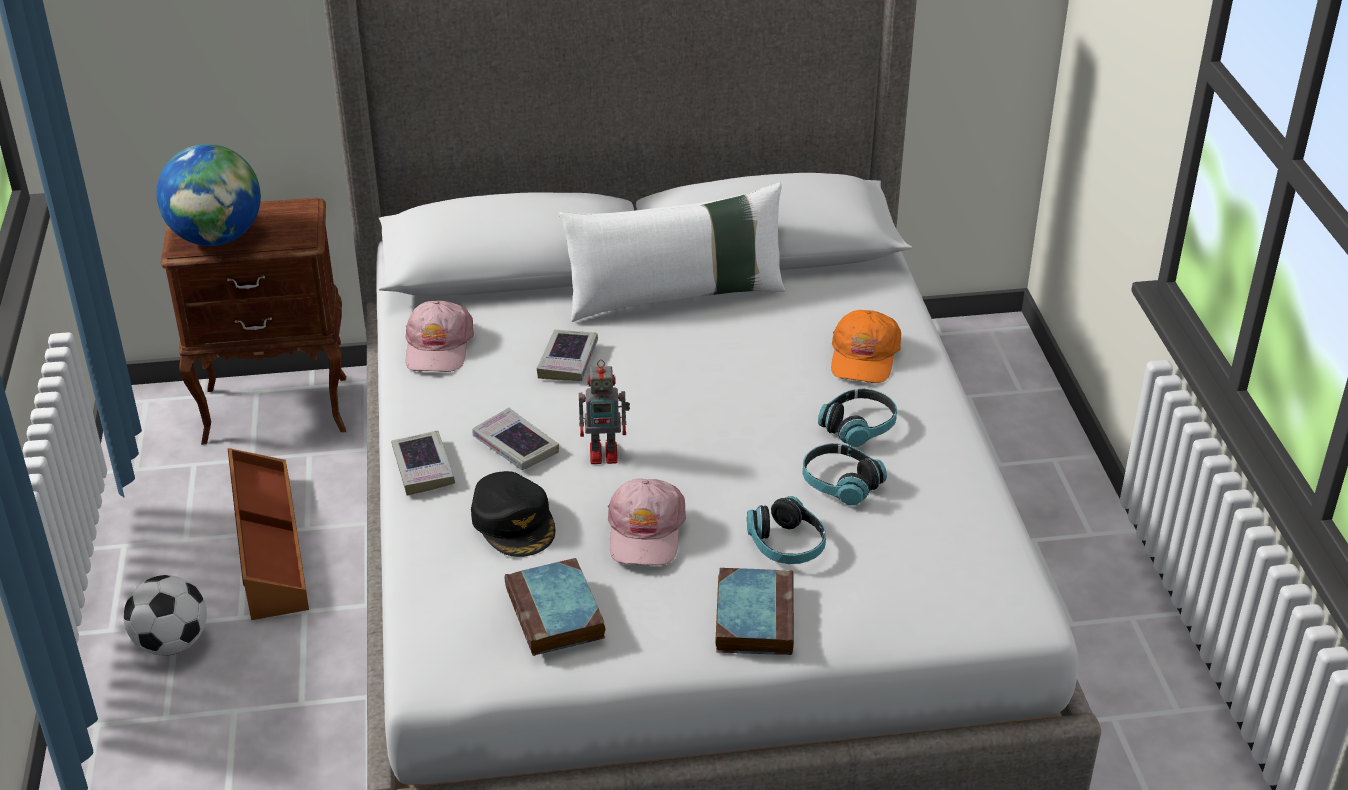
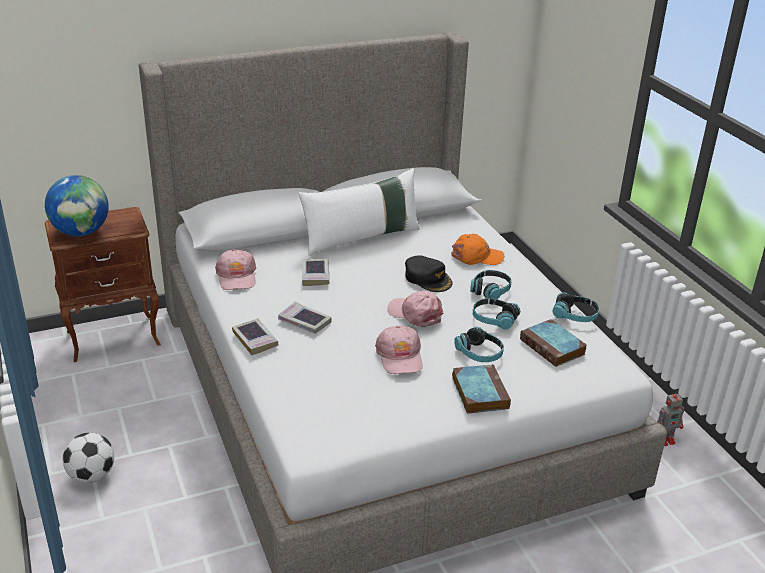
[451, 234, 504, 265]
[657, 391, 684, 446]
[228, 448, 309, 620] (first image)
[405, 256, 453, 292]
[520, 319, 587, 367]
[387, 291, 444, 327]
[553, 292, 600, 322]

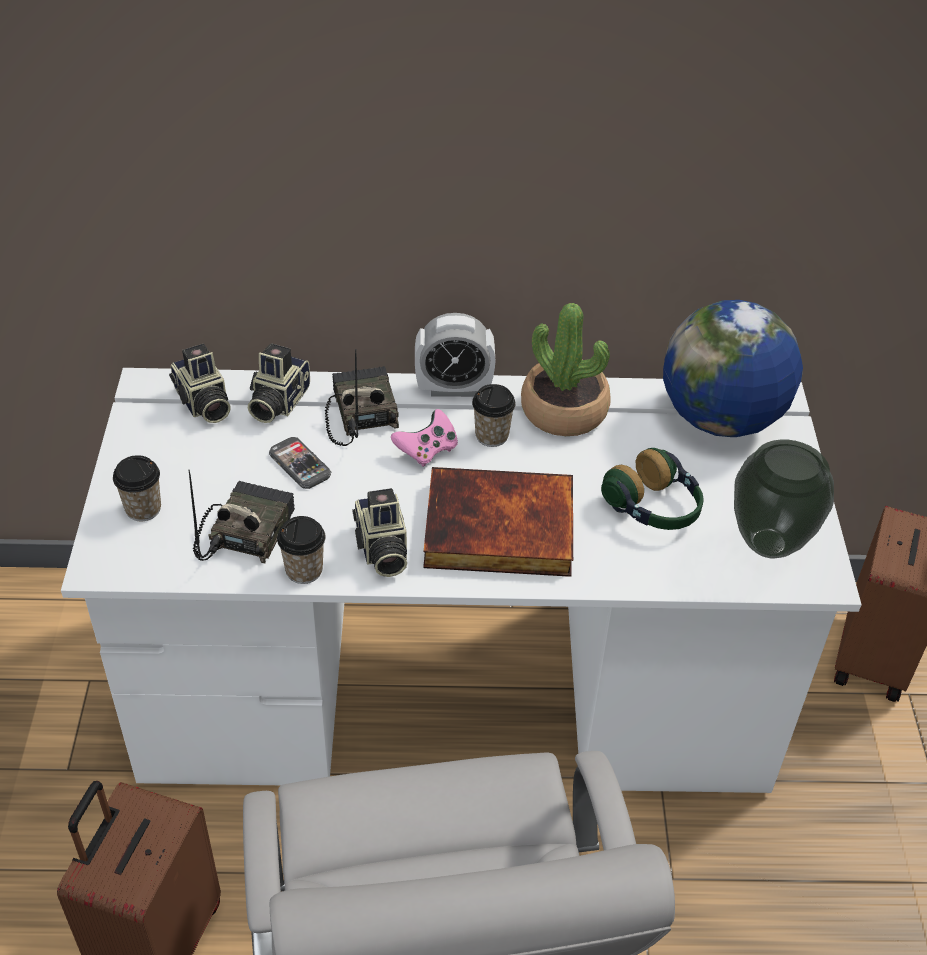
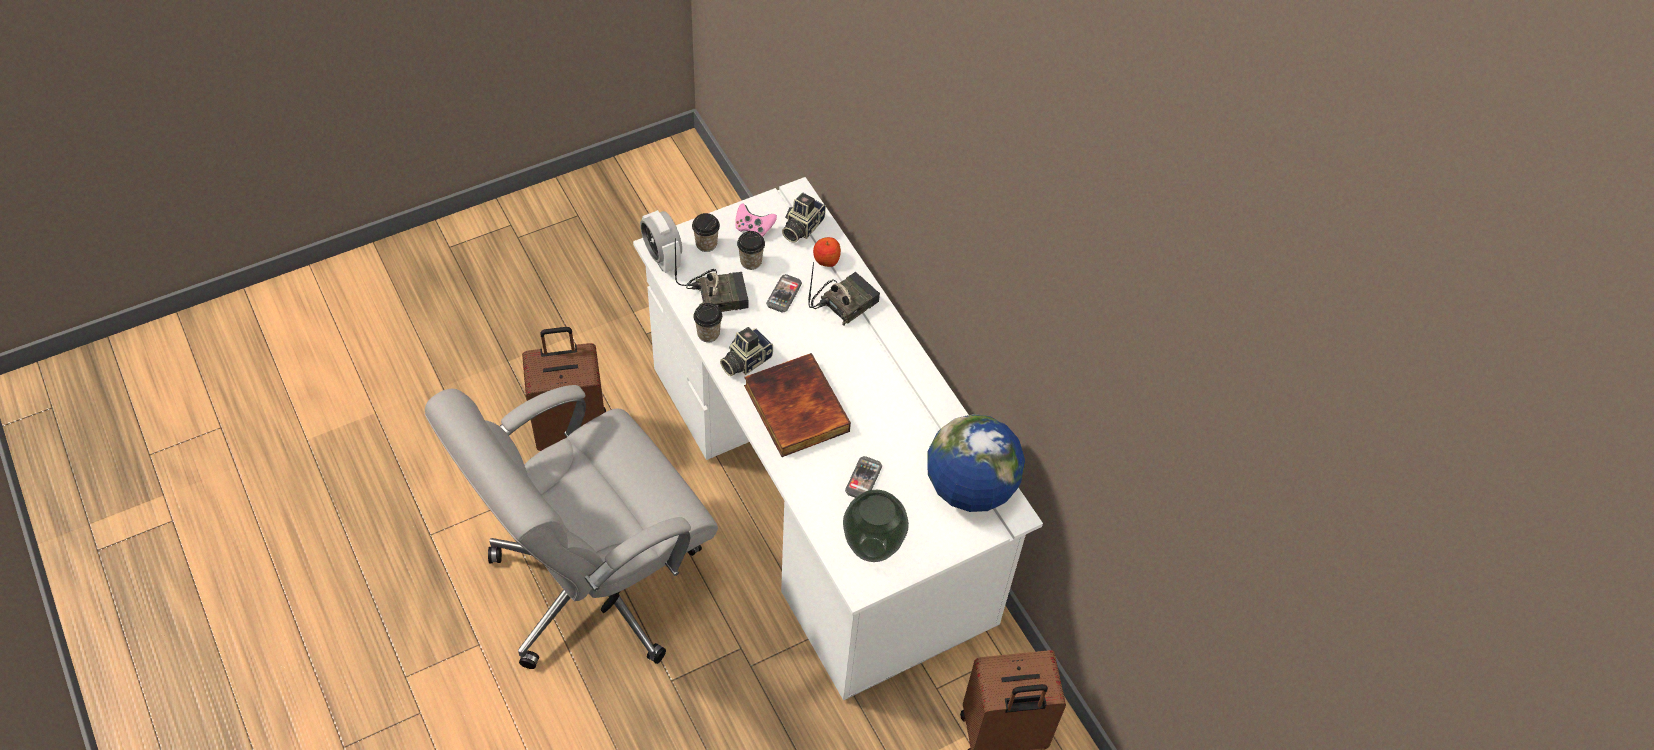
[521, 303, 611, 436] (first image)
[640, 210, 682, 273]
[813, 237, 841, 267]
[737, 231, 765, 270]
[735, 204, 777, 237]
[845, 456, 882, 498]

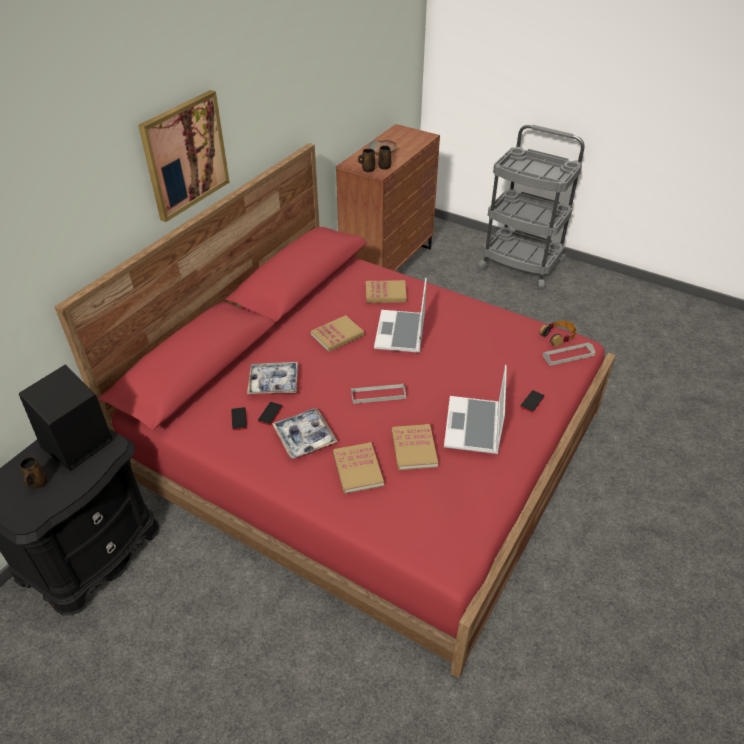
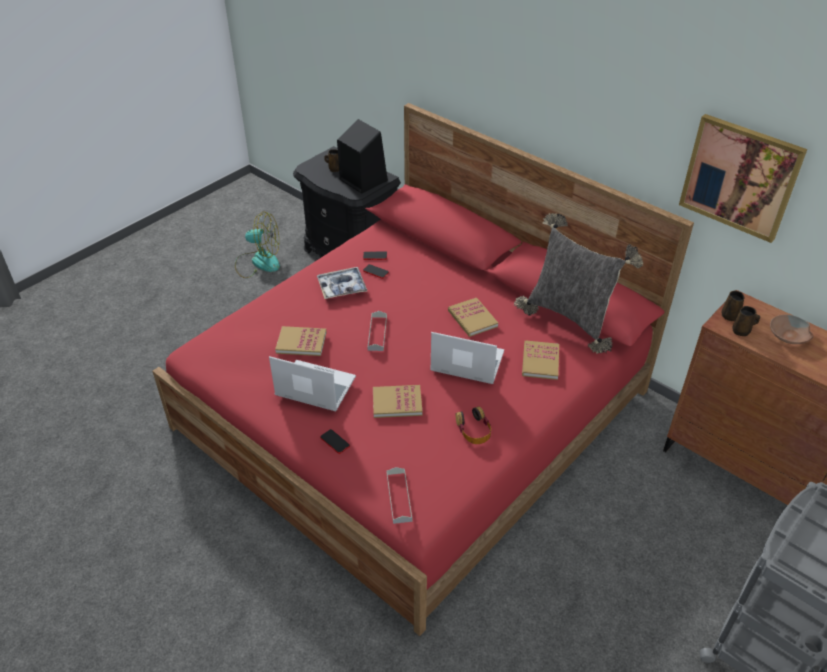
[679, 114, 807, 243]
[456, 406, 491, 444]
[247, 362, 298, 394] (first image)
[373, 385, 423, 418]
[235, 212, 280, 278]
[513, 213, 643, 354]

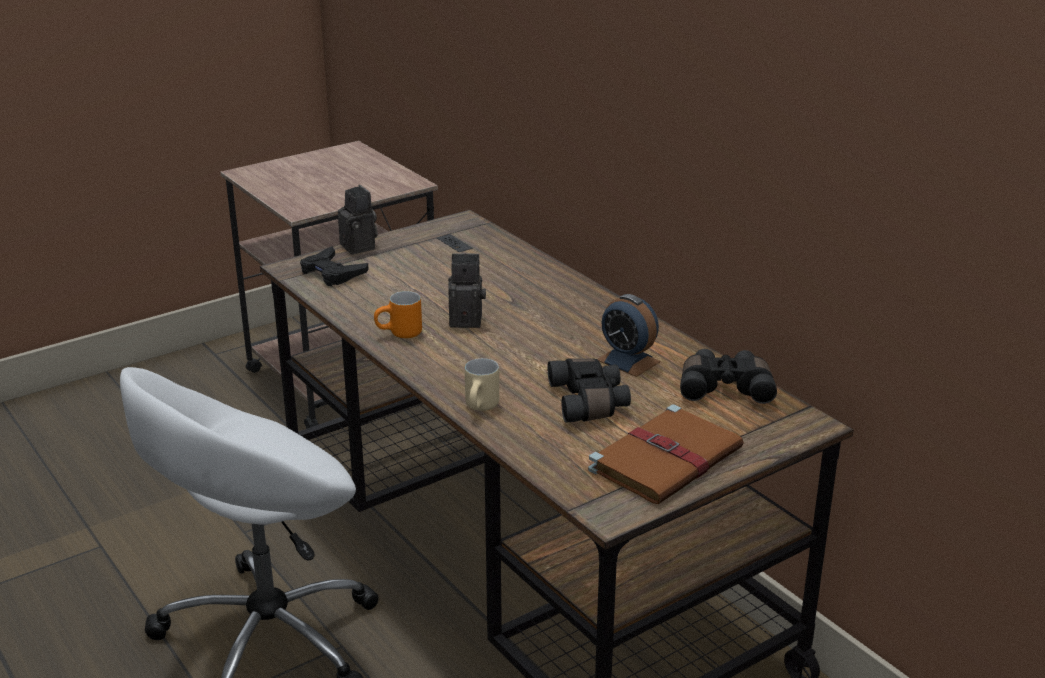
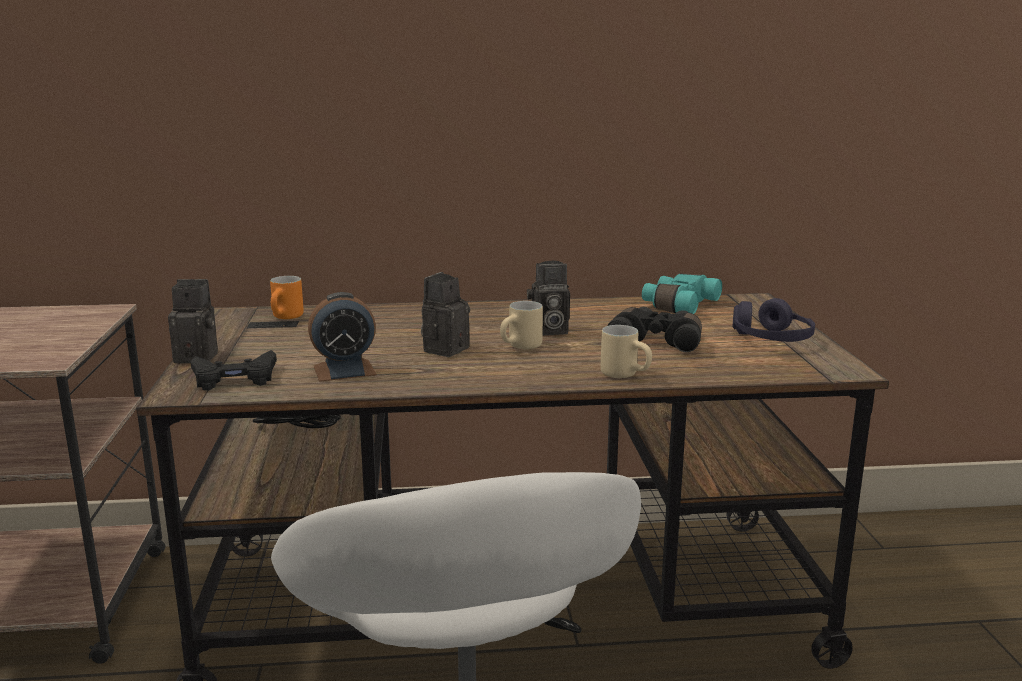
[270, 276, 304, 319]
[308, 292, 376, 382]
[642, 273, 722, 314]
[733, 298, 815, 342]
[527, 260, 570, 335]
[500, 301, 543, 349]

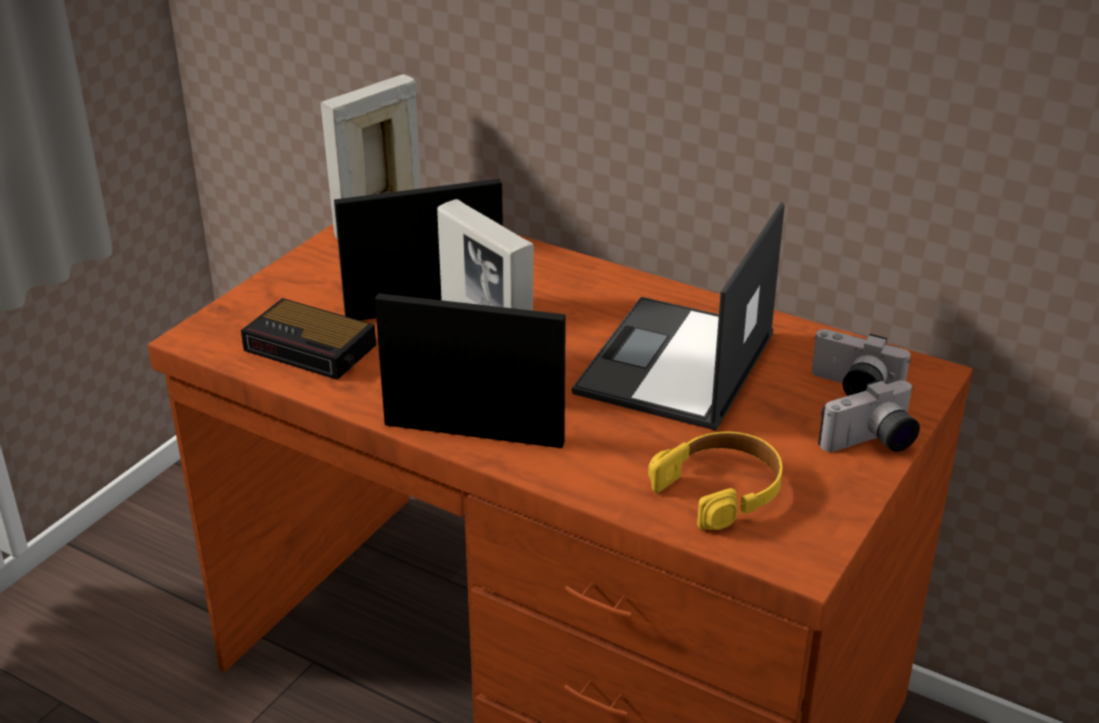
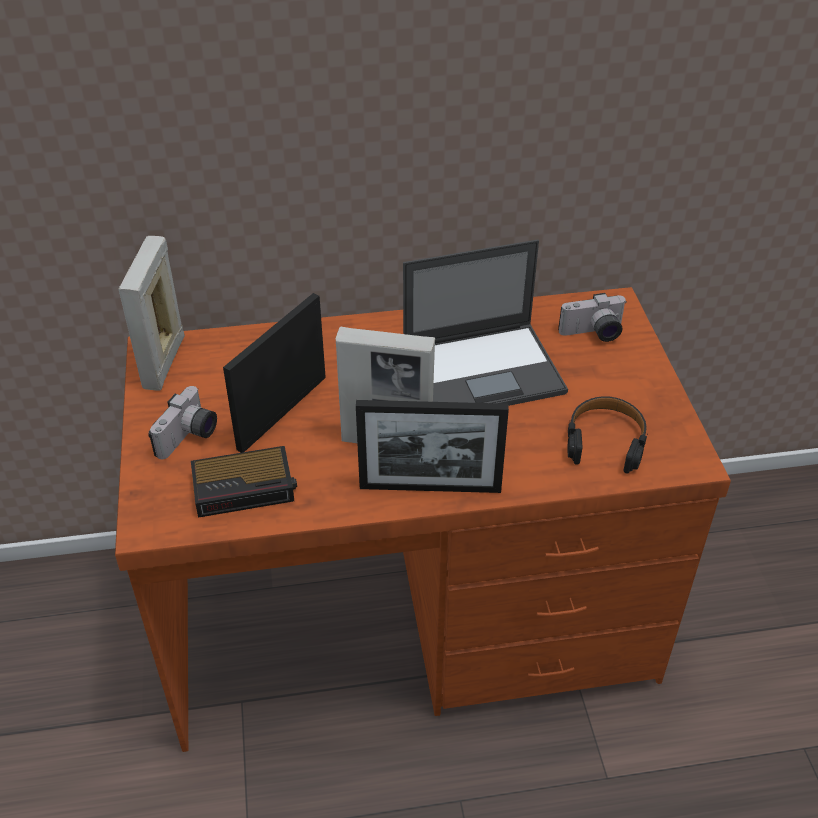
[403, 240, 568, 406]
[356, 400, 509, 493]
[148, 386, 217, 459]
[567, 396, 648, 474]

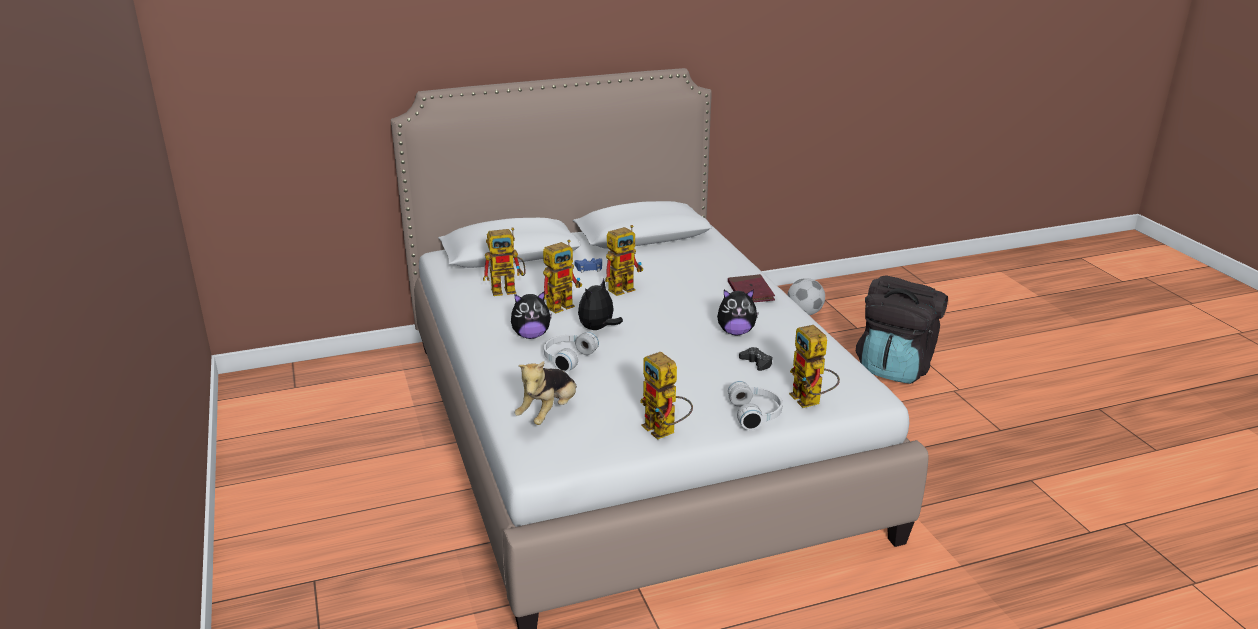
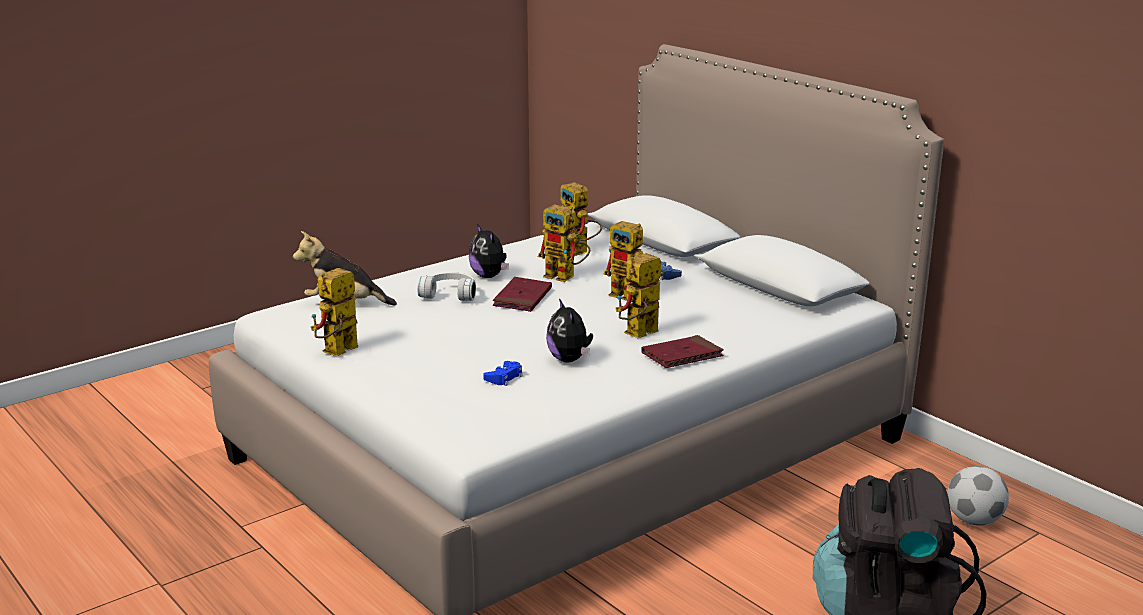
[493, 277, 552, 312]
[616, 253, 661, 338]
[483, 361, 522, 386]
[728, 381, 783, 430] (first image)

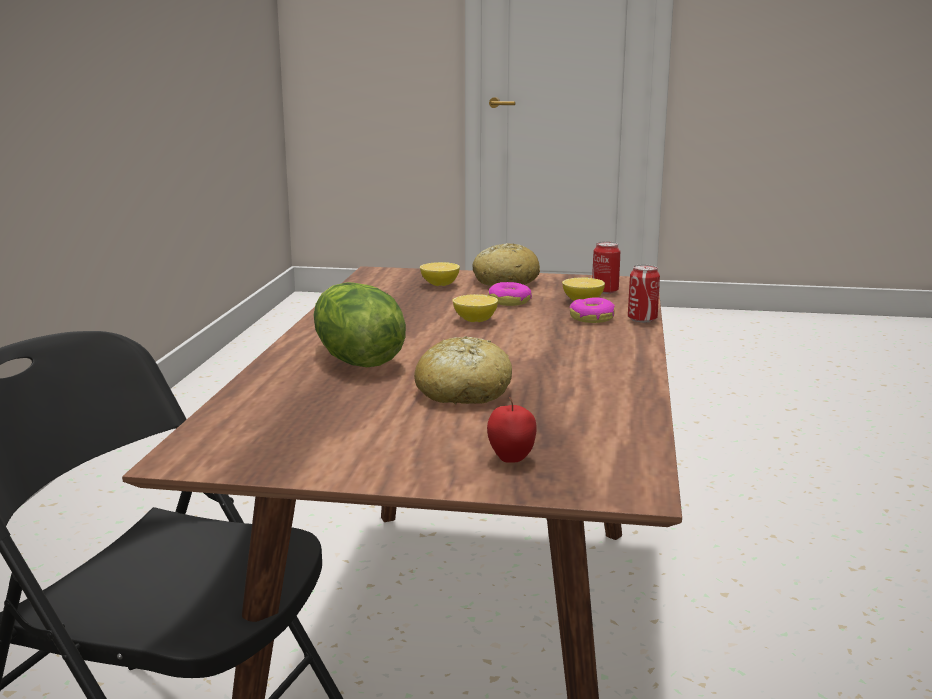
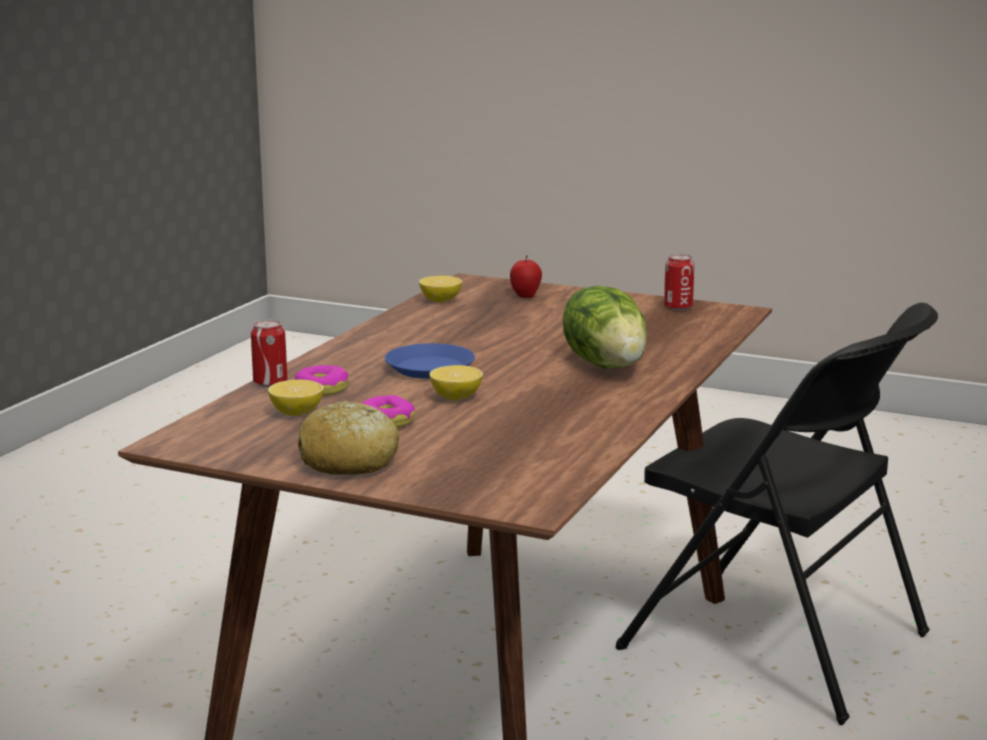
[664, 254, 694, 310]
[419, 276, 462, 303]
[414, 336, 512, 404] (first image)
[385, 343, 475, 379]

